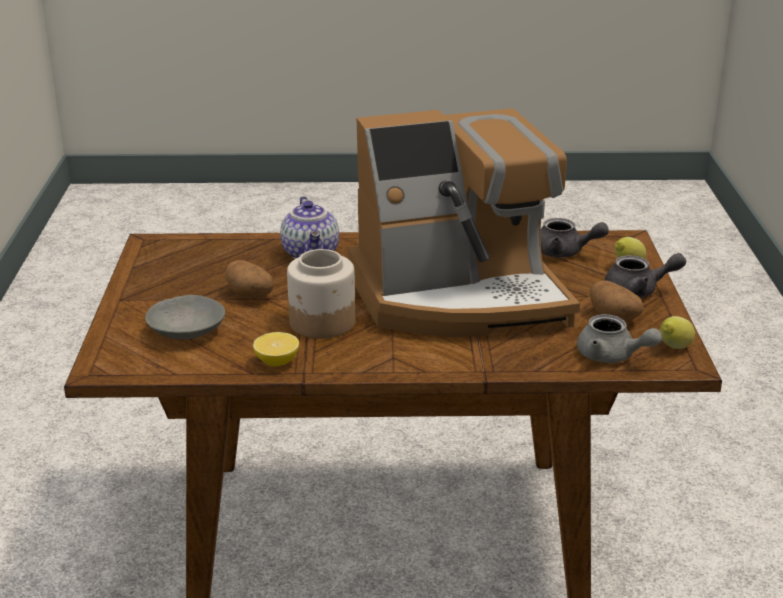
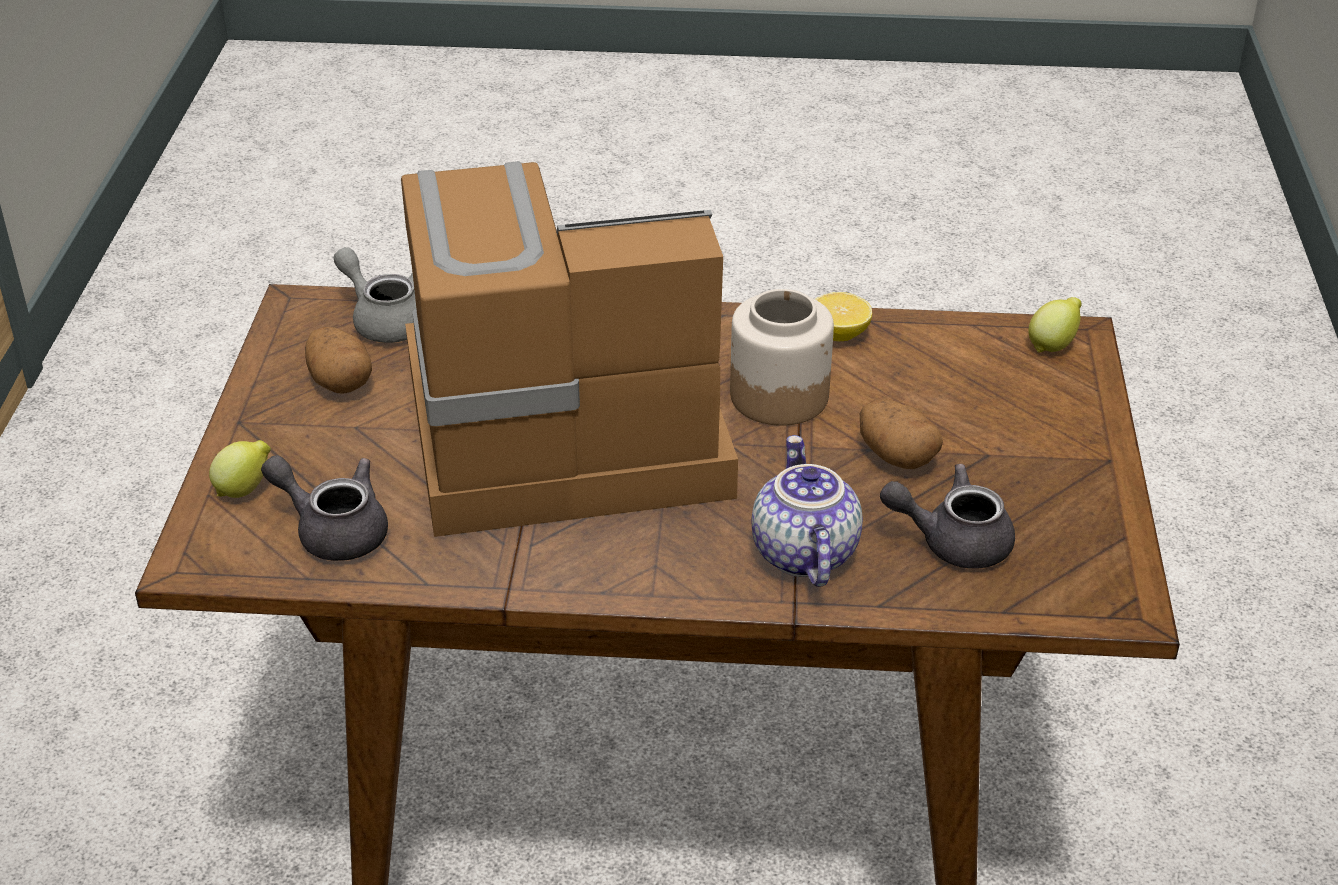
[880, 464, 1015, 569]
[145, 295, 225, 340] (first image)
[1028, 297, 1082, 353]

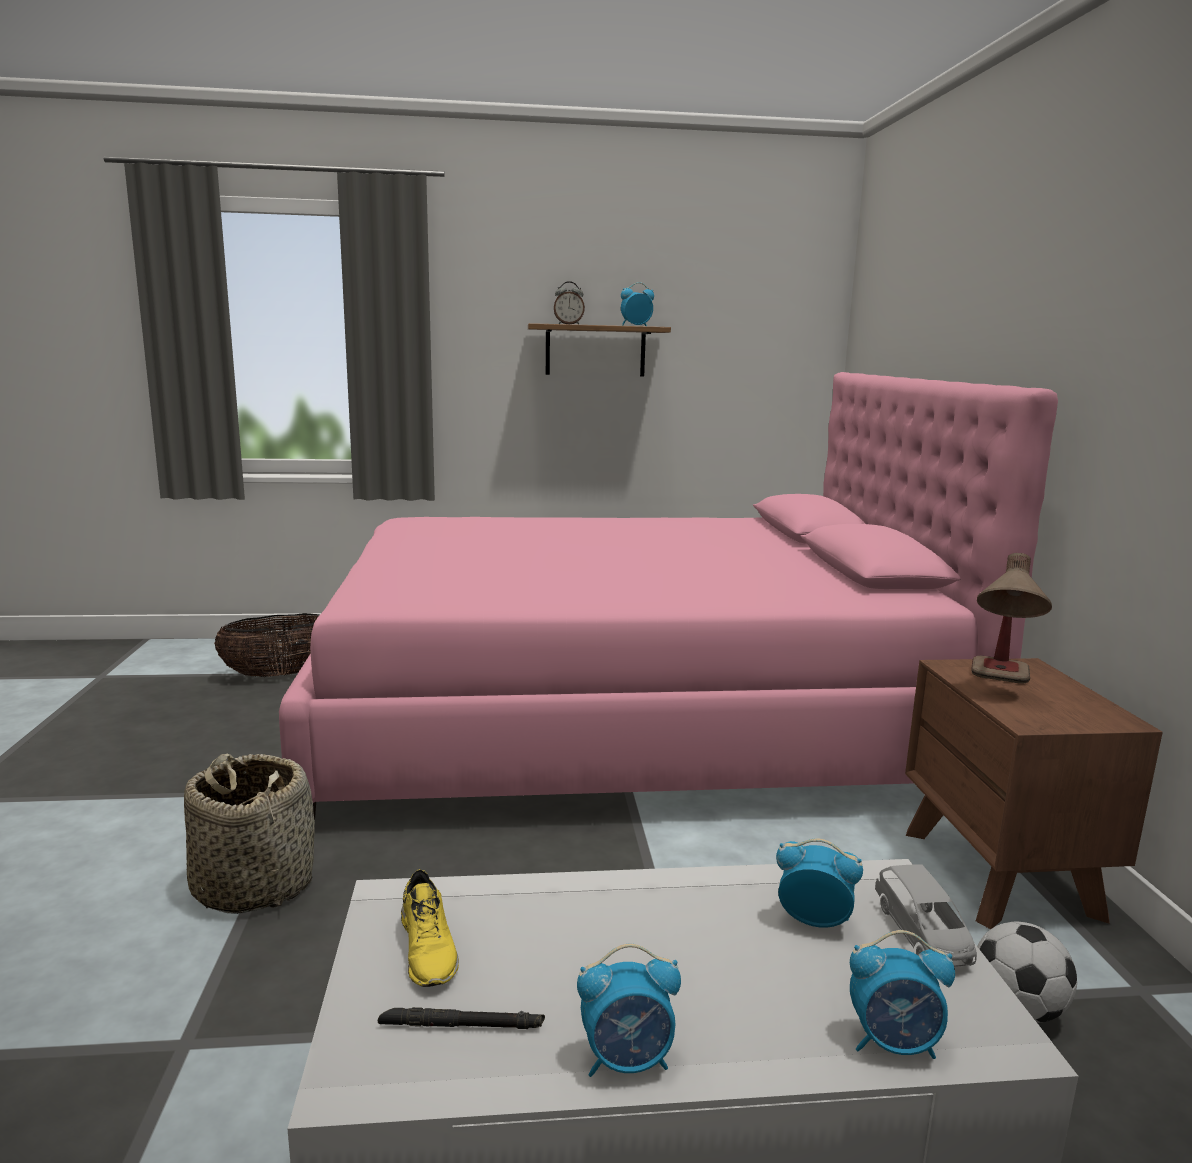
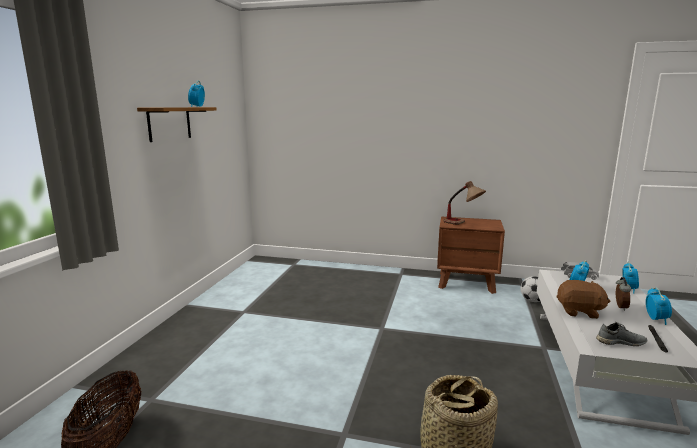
[616, 277, 631, 311]
[279, 372, 1058, 820] (first image)
[596, 322, 647, 346]
[556, 280, 610, 319]

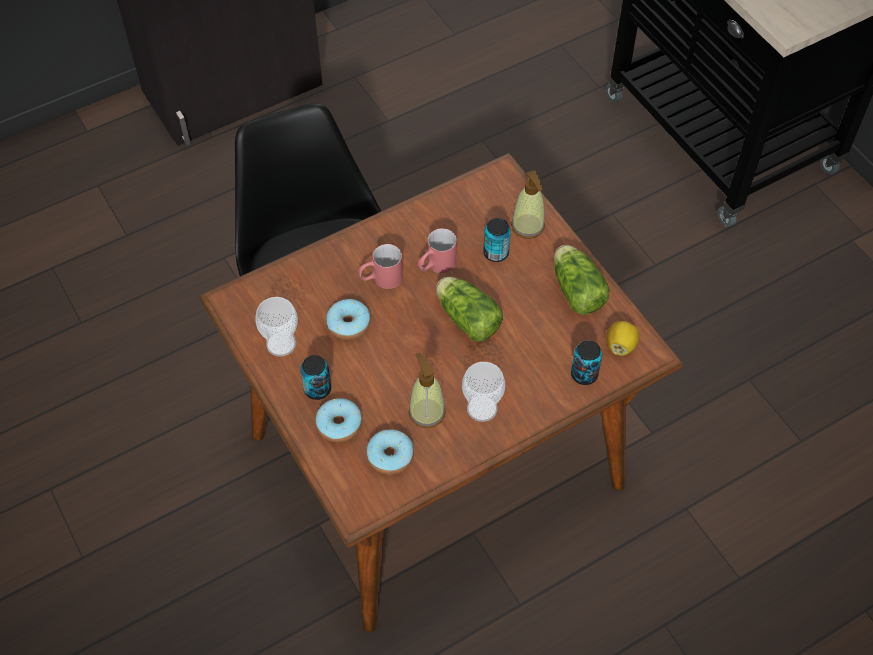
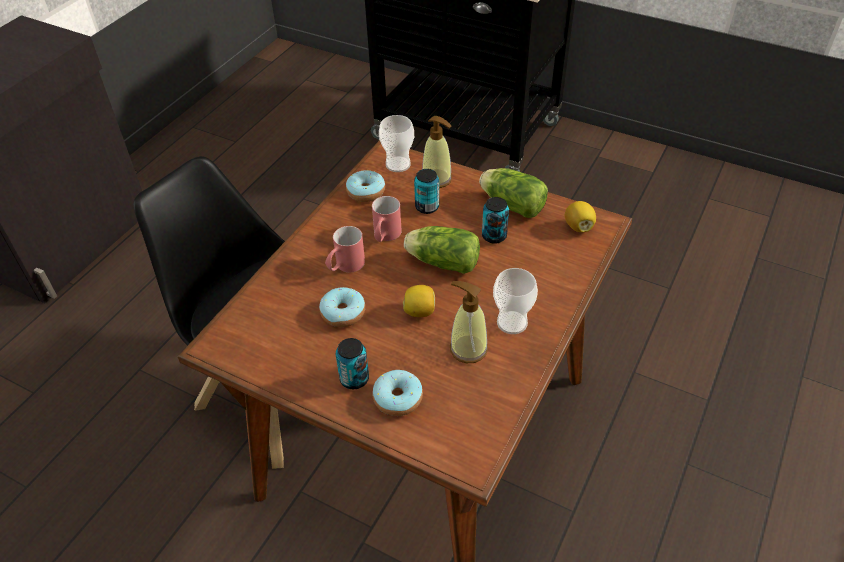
[379, 115, 414, 172]
[482, 197, 509, 244]
[346, 170, 385, 202]
[403, 285, 435, 317]

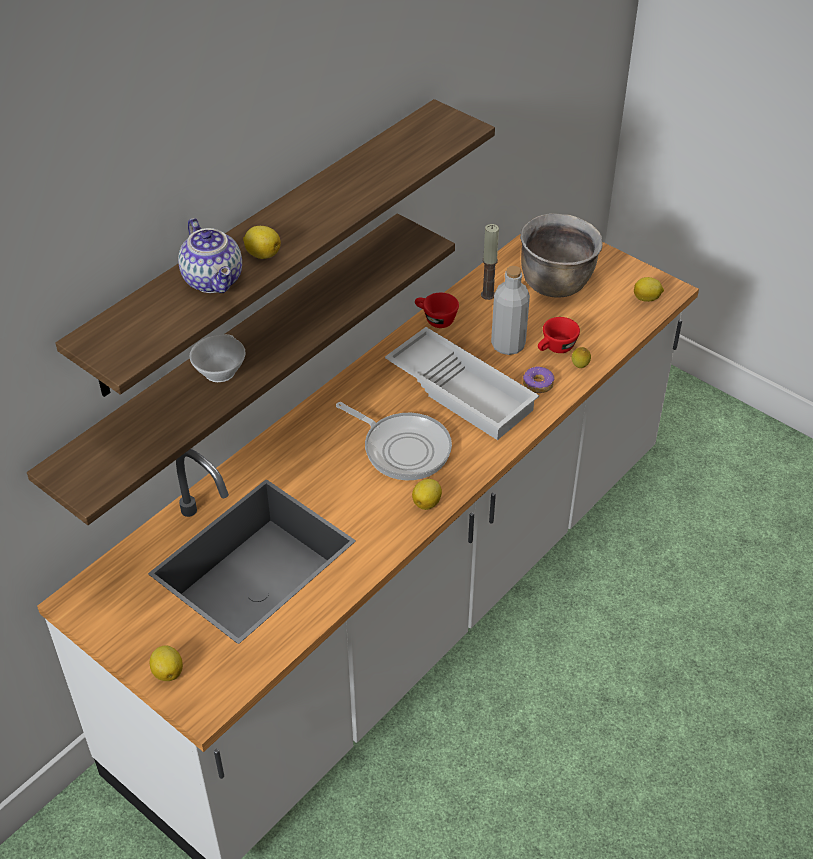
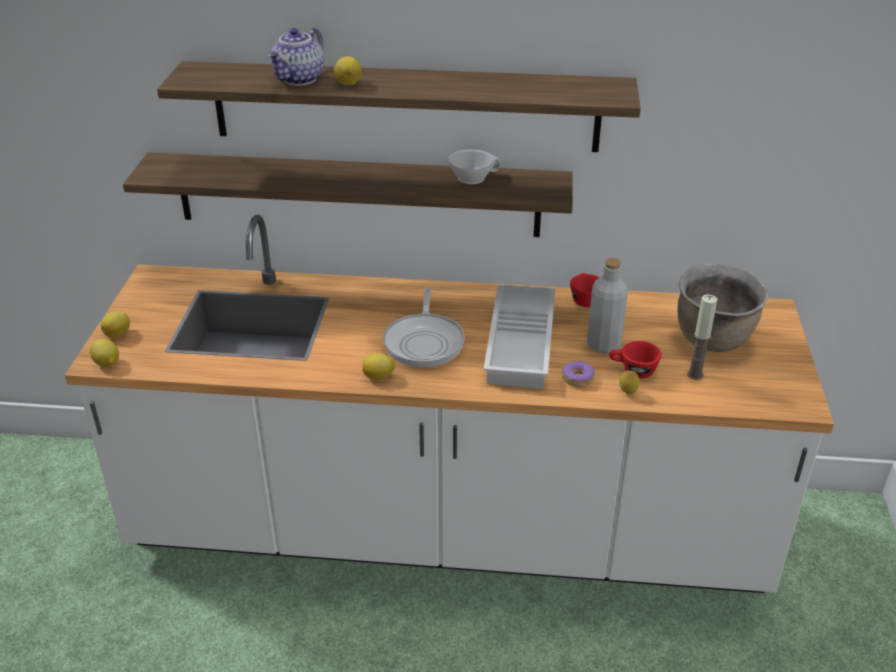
[687, 295, 717, 380]
[90, 339, 119, 367]
[448, 150, 501, 184]

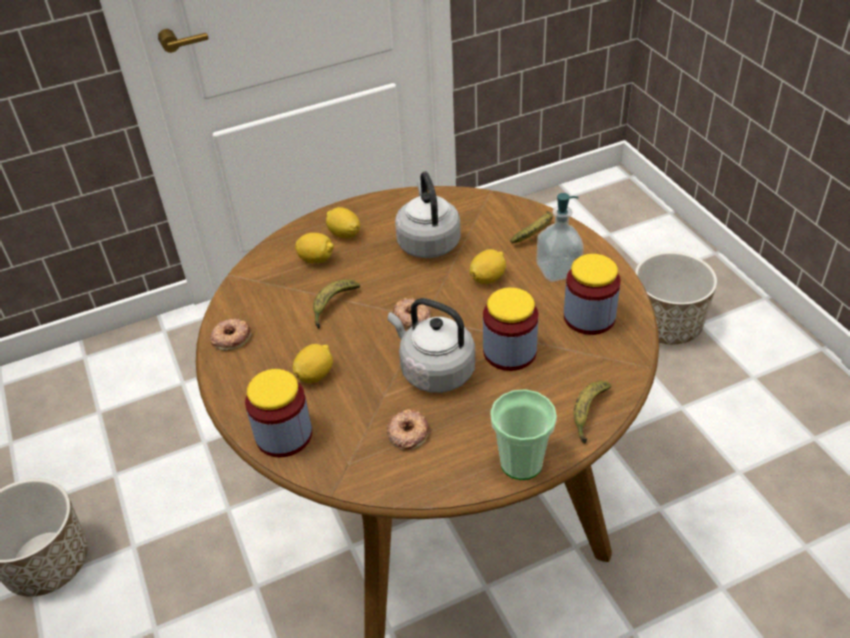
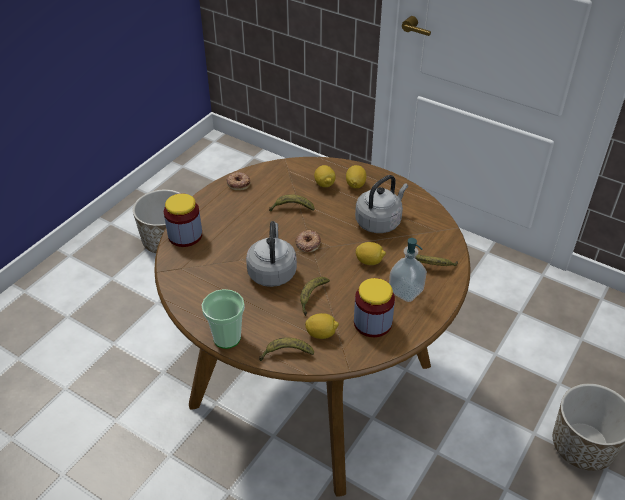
[300, 277, 330, 316]
[305, 313, 339, 339]
[386, 409, 429, 451] (first image)

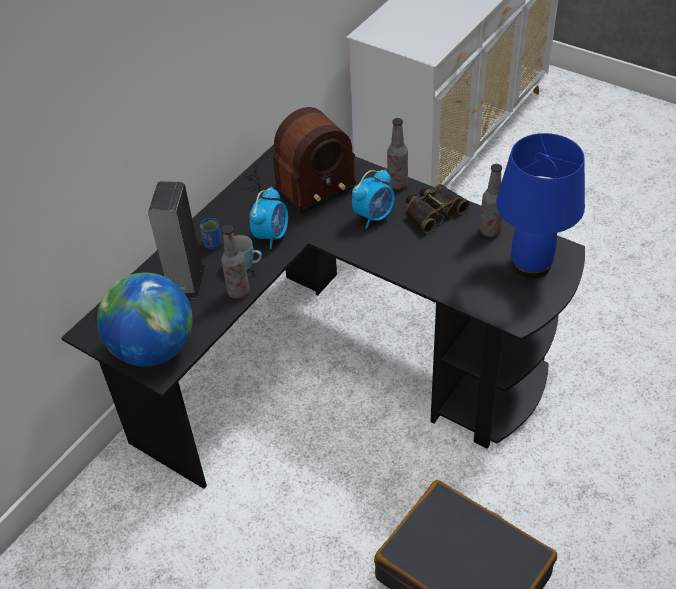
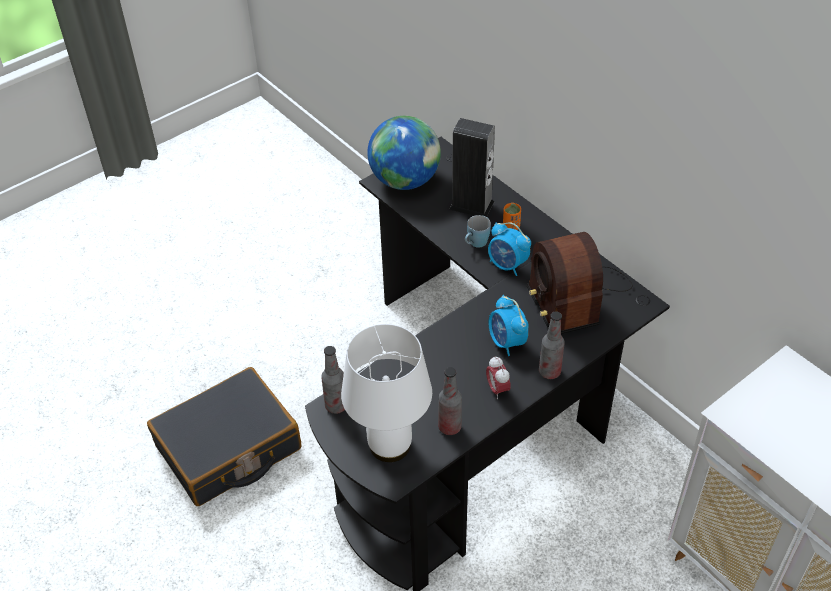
[341, 324, 432, 462]
[486, 357, 511, 399]
[503, 203, 521, 230]
[321, 346, 345, 414]

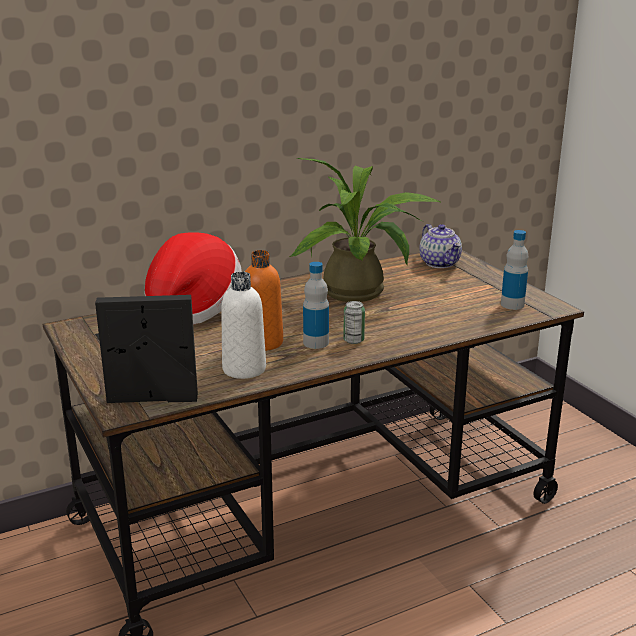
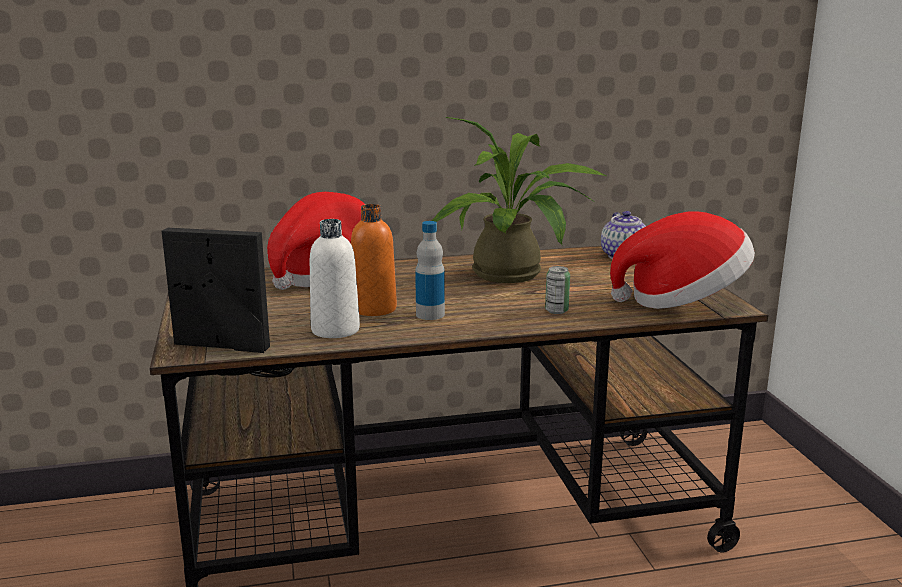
[610, 211, 755, 309]
[545, 266, 570, 314]

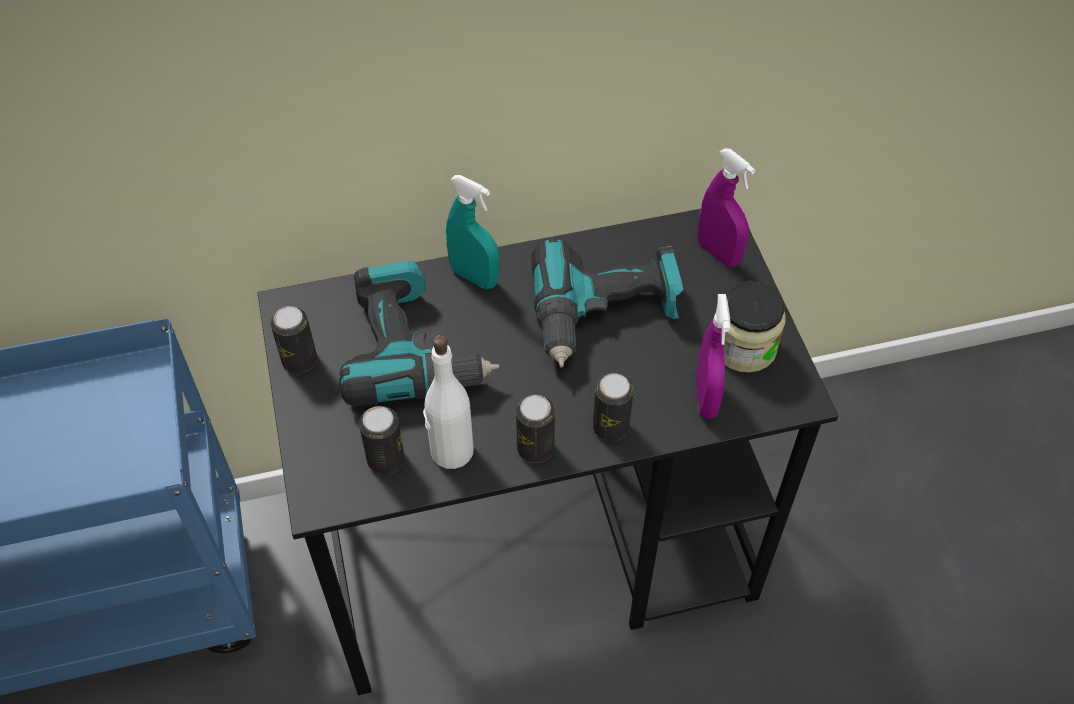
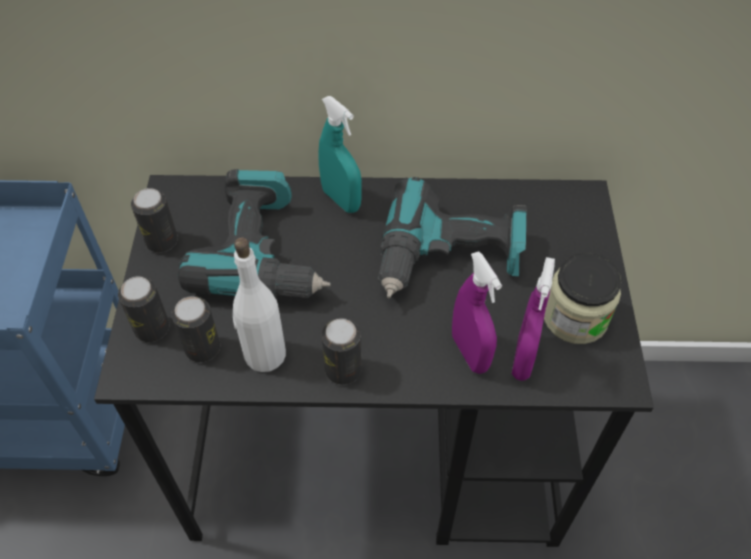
[452, 251, 502, 374]
[118, 277, 170, 342]

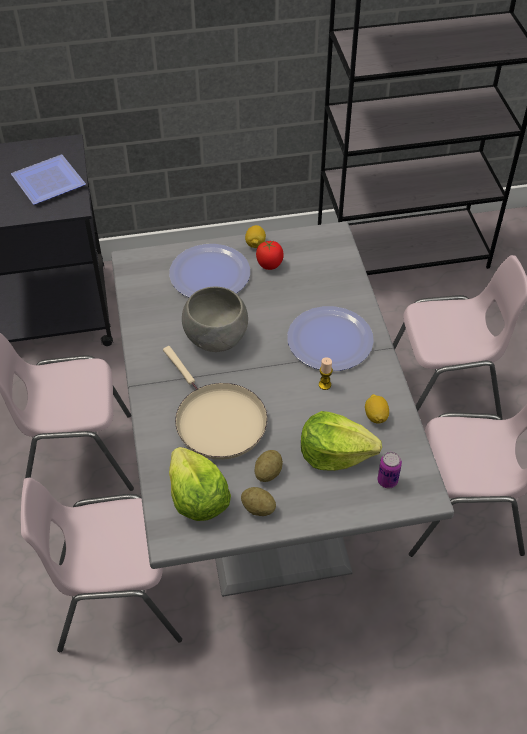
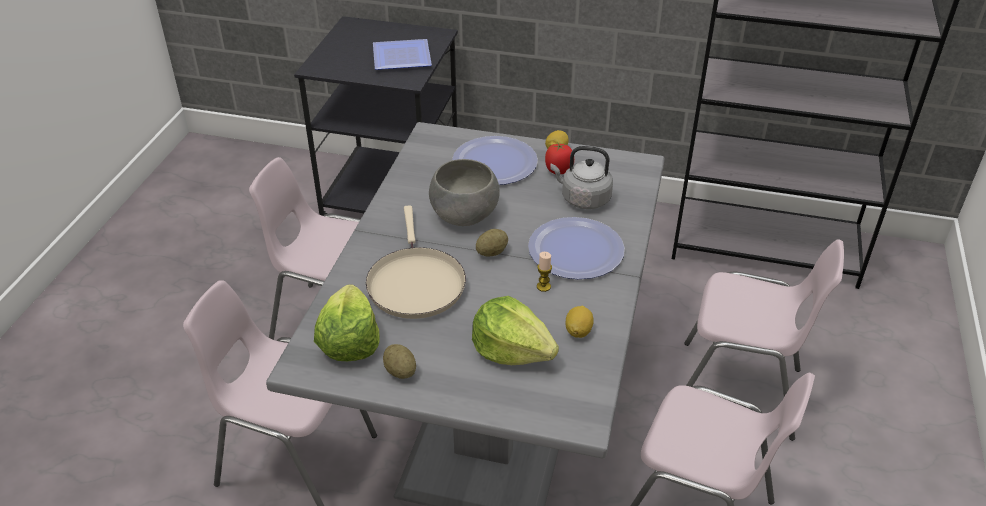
[476, 229, 508, 256]
[377, 452, 402, 488] (first image)
[551, 146, 613, 209]

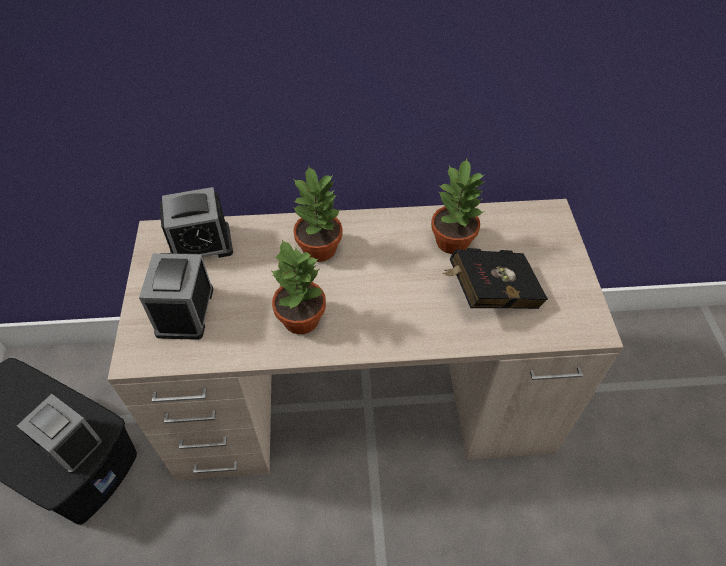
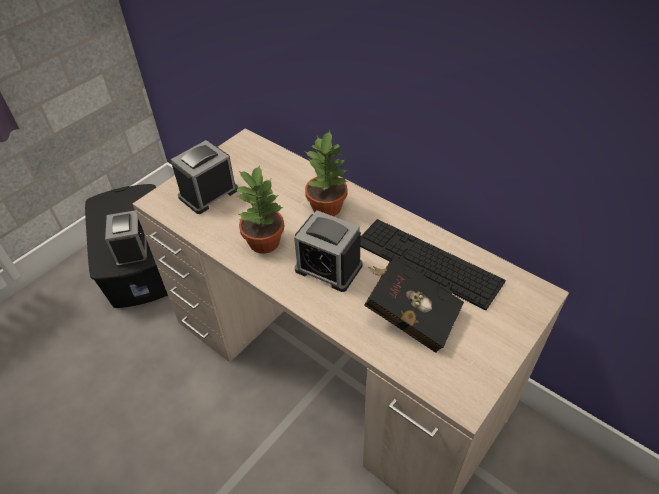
[360, 219, 506, 310]
[294, 210, 363, 292]

